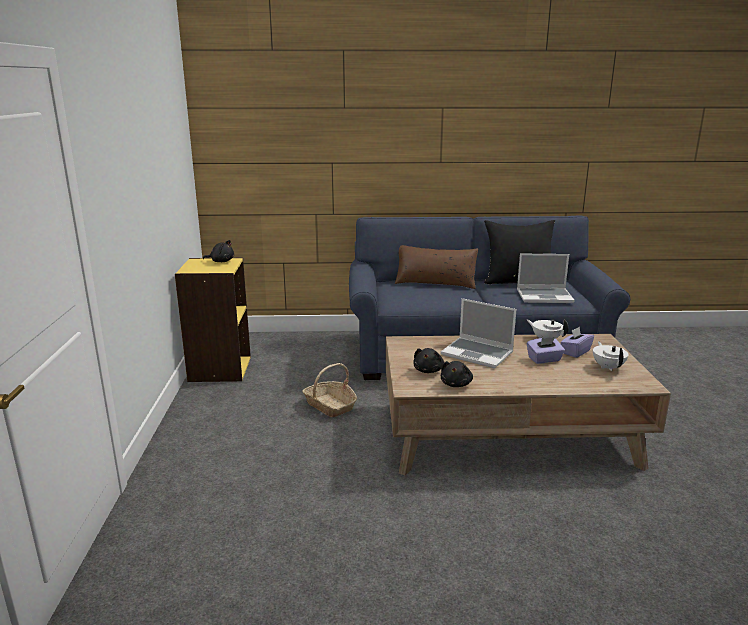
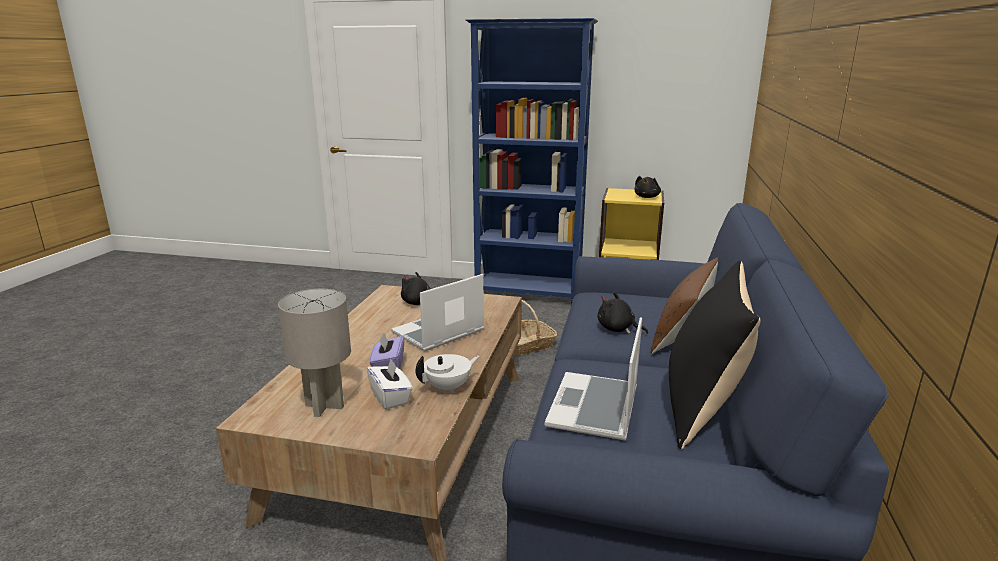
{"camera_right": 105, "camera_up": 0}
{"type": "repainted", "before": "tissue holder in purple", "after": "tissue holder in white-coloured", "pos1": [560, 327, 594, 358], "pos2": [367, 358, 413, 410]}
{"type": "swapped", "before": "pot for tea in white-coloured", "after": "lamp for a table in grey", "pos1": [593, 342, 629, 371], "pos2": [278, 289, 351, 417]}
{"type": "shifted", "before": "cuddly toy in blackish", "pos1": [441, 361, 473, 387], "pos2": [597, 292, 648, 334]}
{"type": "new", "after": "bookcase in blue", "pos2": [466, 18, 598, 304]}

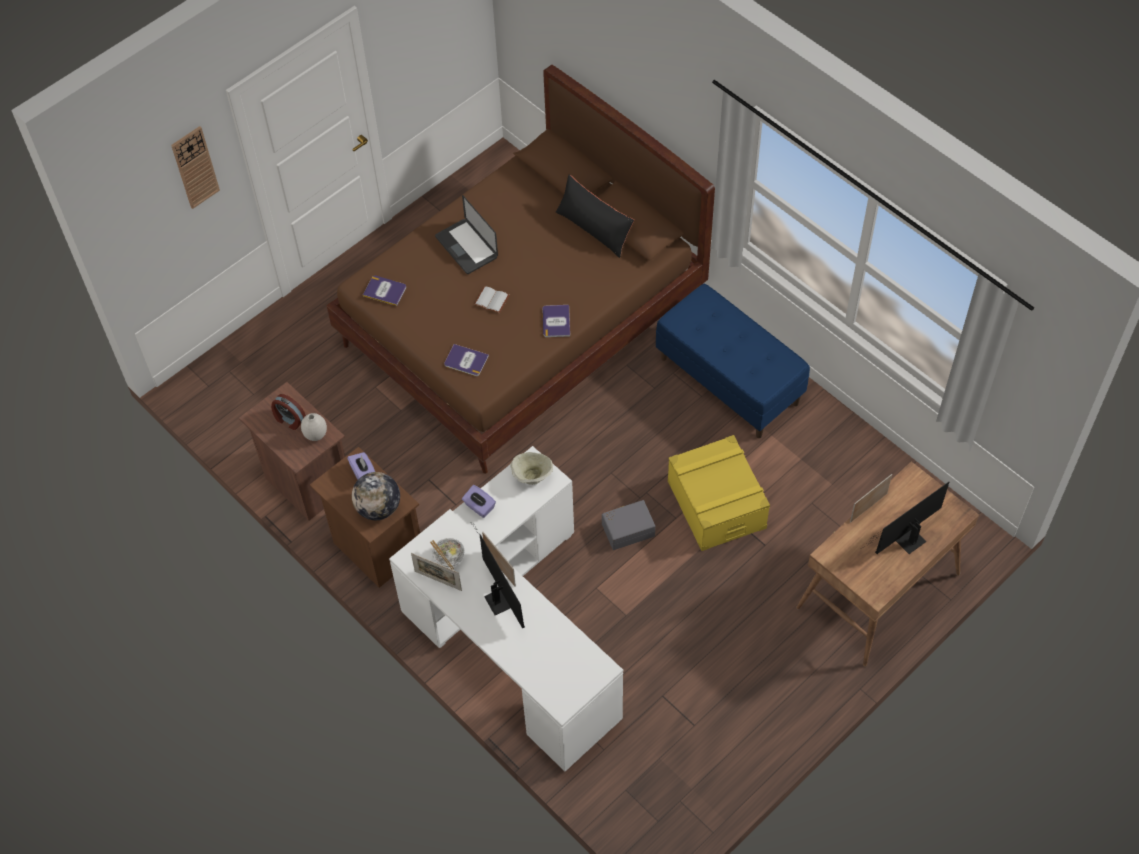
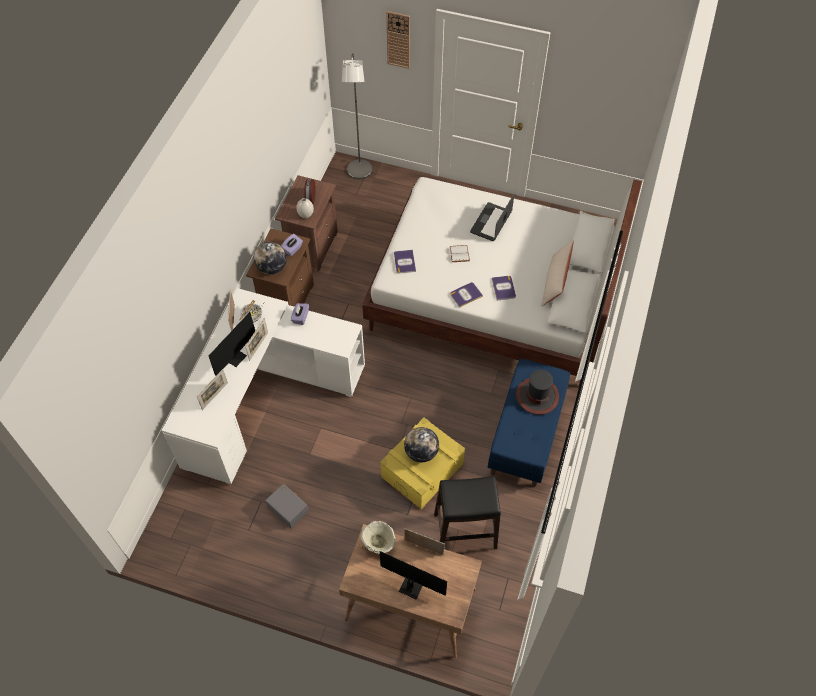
{"camera_right": 60, "camera_up": 0}
{"type": "repainted", "before": "bedroom bed in brown-coloured", "after": "bedroom bed in white-coloured", "pos1": [326, 65, 715, 474], "pos2": [362, 177, 642, 386]}
{"type": "repainted", "before": "cushion in blackish", "after": "cushion in beige-coloured", "pos1": [556, 174, 634, 258], "pos2": [541, 240, 574, 307]}
{"type": "shifted", "before": "book", "pos1": [363, 276, 406, 306], "pos2": [492, 276, 516, 300]}
{"type": "shifted", "before": "bowl in beige-coloured", "pos1": [510, 452, 553, 485], "pos2": [360, 521, 396, 554]}
{"type": "shifted", "before": "storage bin in grey", "pos1": [602, 500, 655, 550], "pos2": [265, 484, 309, 528]}
{"type": "new", "after": "standard lamp in grey", "pos2": [342, 53, 372, 179]}
{"type": "new", "after": "picture frame", "pos2": [197, 369, 228, 410]}
{"type": "new", "after": "wearable hat", "pos2": [516, 370, 559, 415]}
{"type": "new", "after": "world globe", "pos2": [404, 427, 439, 462]}
{"type": "new", "after": "stool in blackish", "pos2": [434, 476, 501, 549]}

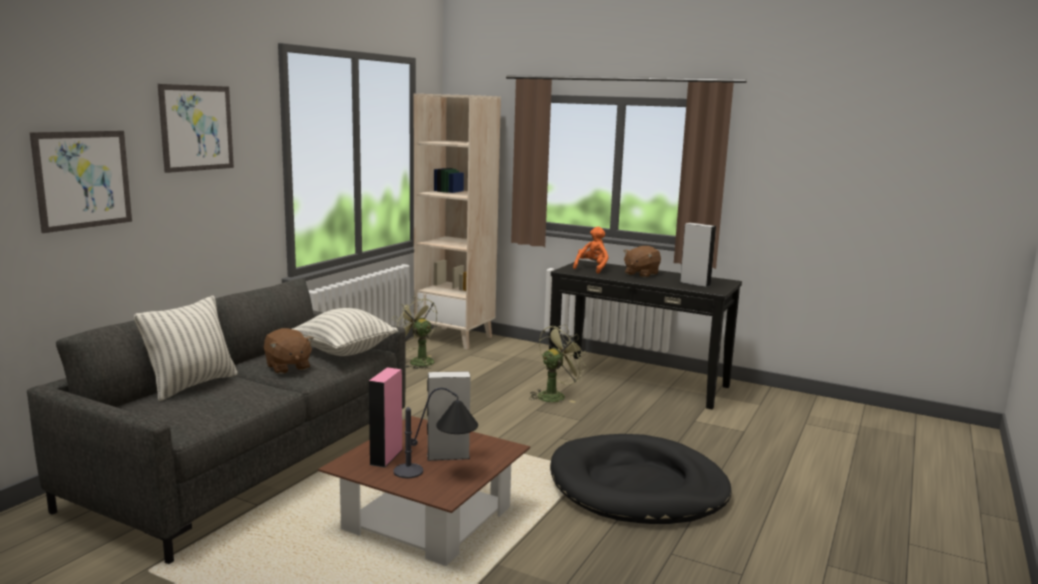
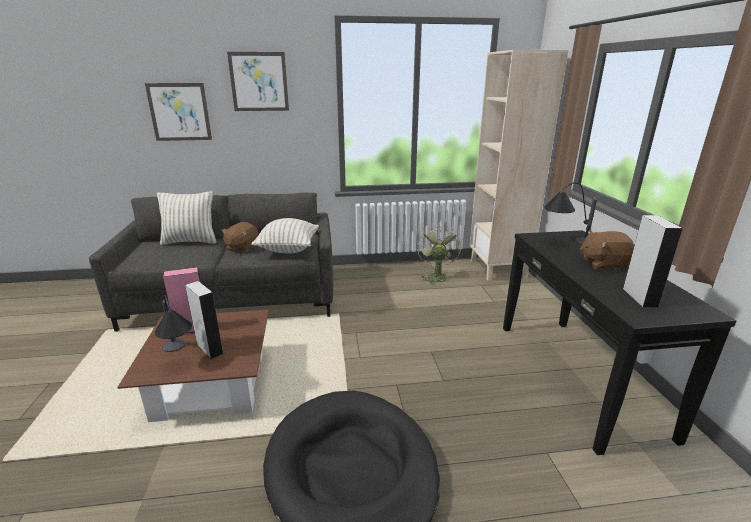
{"camera_right": 55, "camera_up": 10}
{"type": "swapped", "before": "cuddly toy in orange", "after": "lamp for a table", "pos1": [573, 227, 609, 273], "pos2": [544, 182, 597, 245]}
{"type": "gone", "before": "electric fan in green", "pos1": [530, 324, 588, 403]}

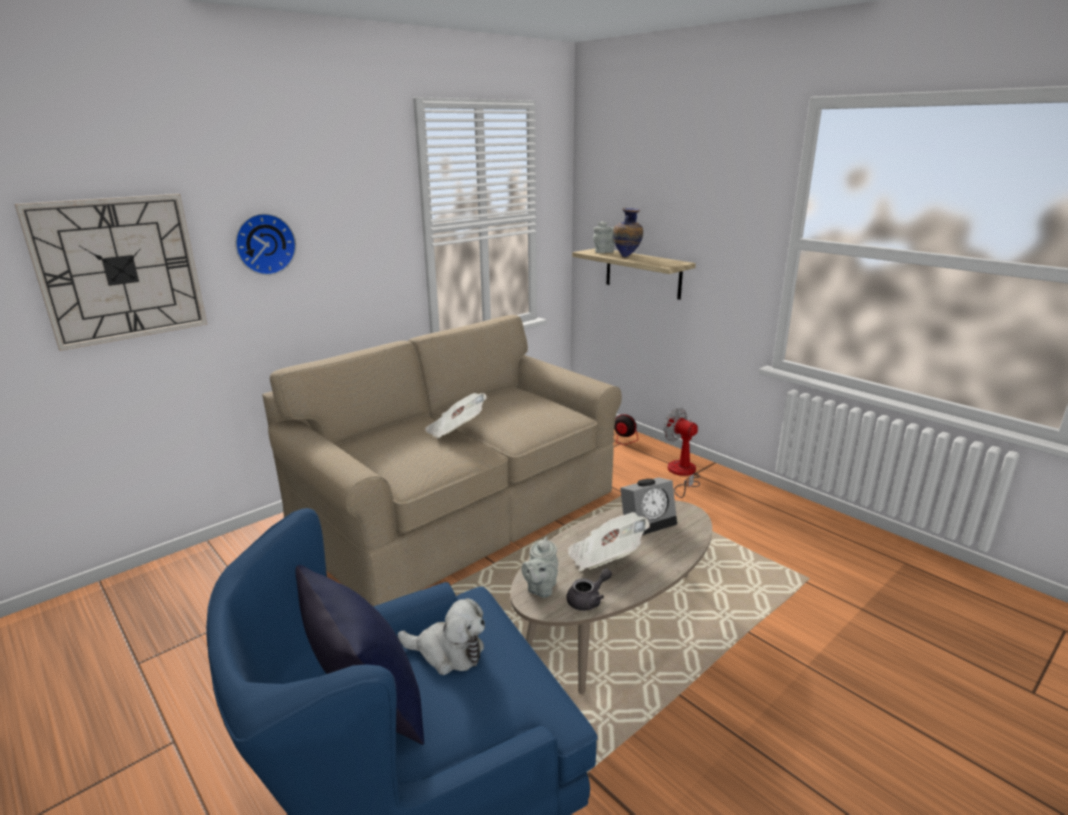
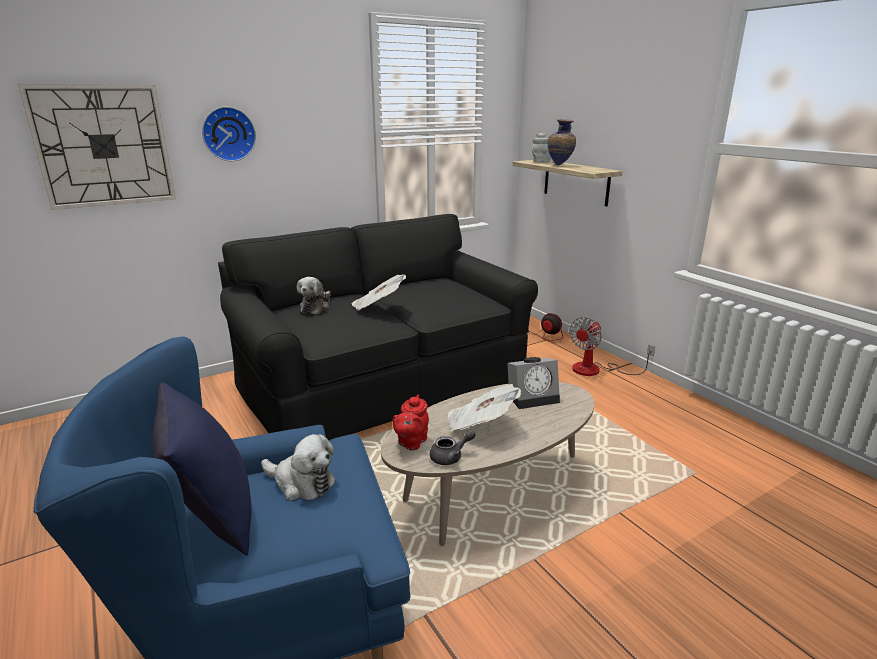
{"camera_right": 10, "camera_up": 0}
{"type": "repainted", "before": "couch in beige-coloured", "after": "couch in blackish", "pos1": [262, 315, 622, 606], "pos2": [218, 214, 538, 441]}
{"type": "rotated", "before": "electric fan", "pos1": [663, 408, 700, 498], "pos2": [569, 317, 655, 376], "turn": -105}
{"type": "repainted", "before": "pot for tea in grey", "after": "pot for tea in reddish", "pos1": [521, 537, 558, 598], "pos2": [393, 394, 429, 450]}
{"type": "new", "after": "cuddly toy", "pos2": [297, 277, 331, 314]}

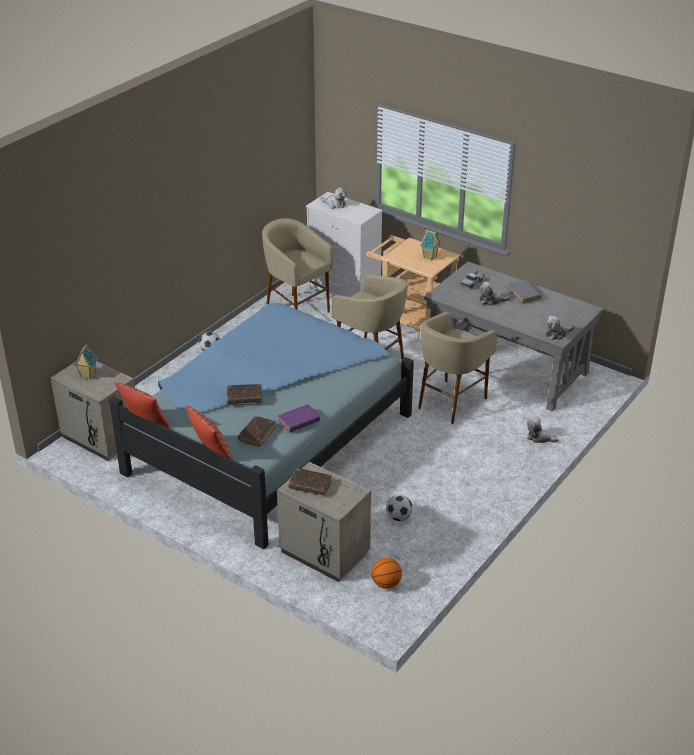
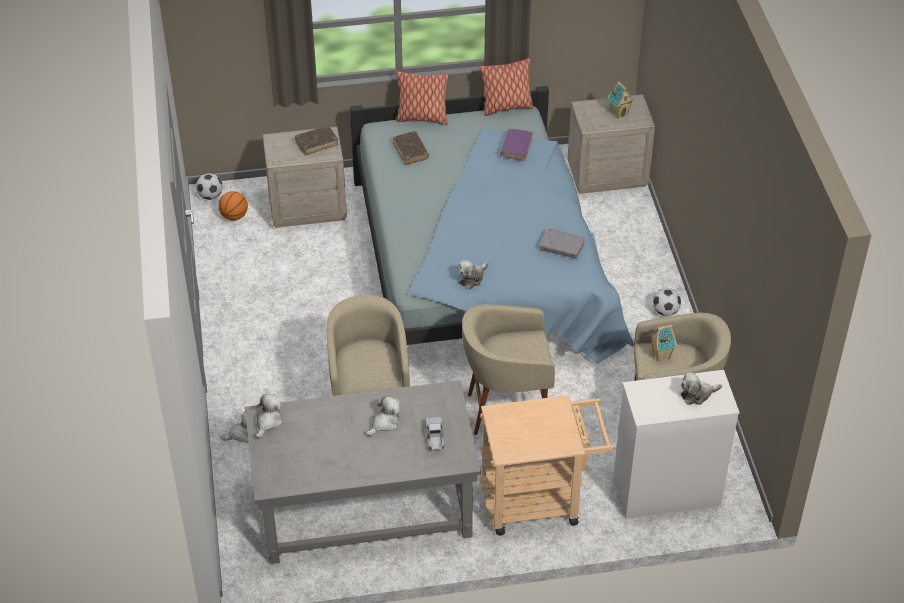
{"camera_right": 135, "camera_up": 10}
{"type": "shifted", "before": "model house", "pos1": [420, 230, 441, 260], "pos2": [649, 324, 677, 361]}
{"type": "shifted", "before": "book in grey", "pos1": [508, 280, 541, 304], "pos2": [540, 228, 585, 259]}
{"type": "gone", "before": "book in brown-coloured", "pos1": [227, 384, 262, 404]}
{"type": "shifted", "before": "book in purple", "pos1": [278, 404, 320, 432], "pos2": [500, 129, 533, 161]}
{"type": "shifted", "before": "ball for football", "pos1": [386, 495, 412, 521], "pos2": [196, 173, 223, 200]}
{"type": "new", "after": "cuddly toy", "pos2": [458, 260, 489, 289]}

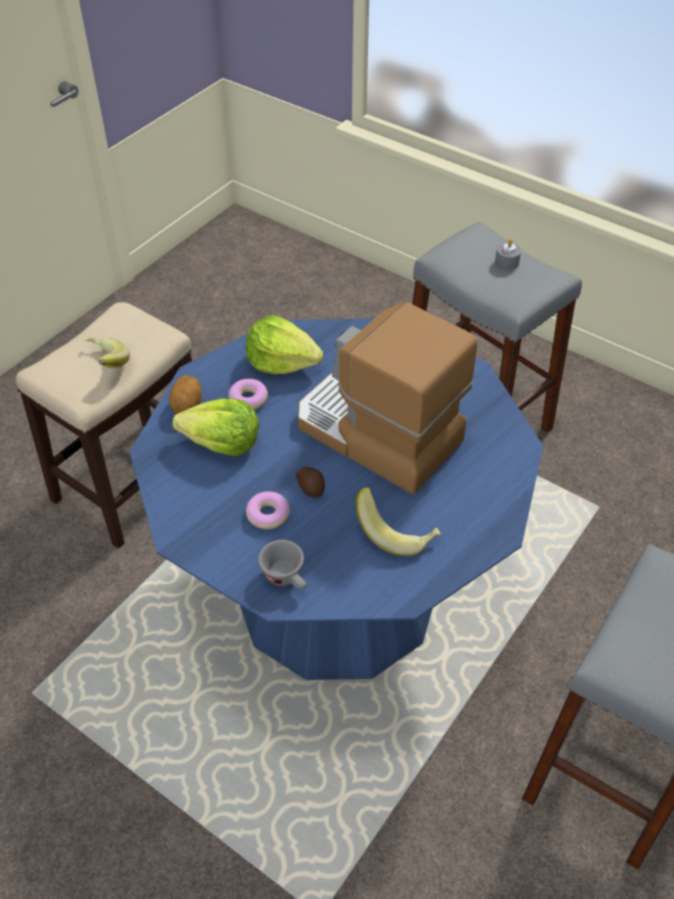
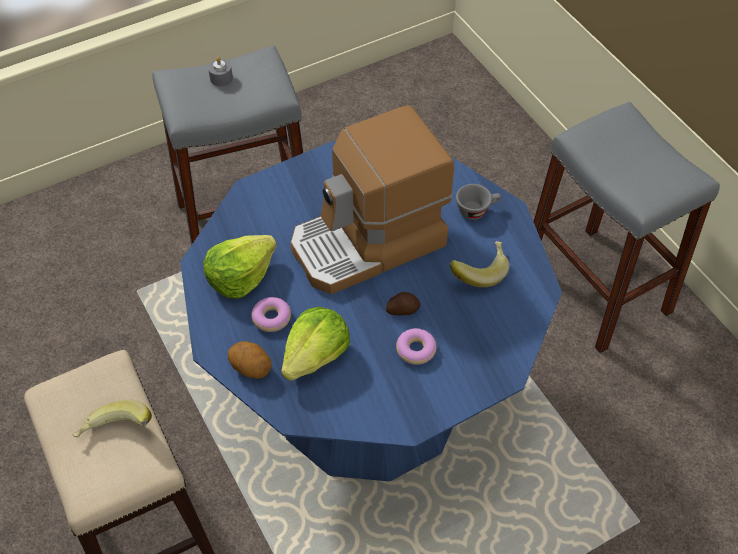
{"camera_right": -65, "camera_up": 5}
{"type": "shifted", "before": "cup in grey", "pos1": [258, 540, 307, 589], "pos2": [456, 184, 501, 220]}

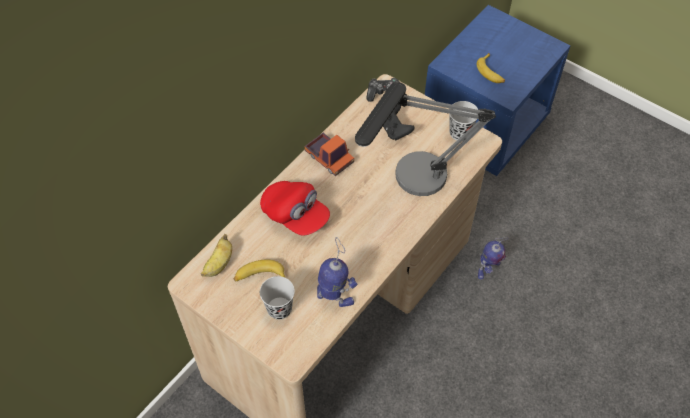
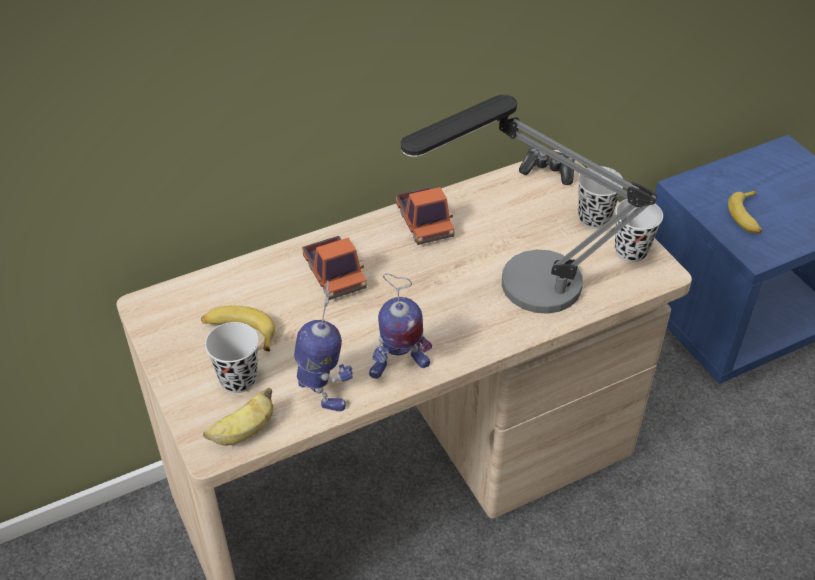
{"camera_right": 25, "camera_up": -10}
{"type": "gone", "before": "gamepad in blackish", "pos1": [383, 105, 414, 141]}
{"type": "swapped", "before": "baseball cap in reddish", "after": "toy truck", "pos1": [260, 181, 330, 236], "pos2": [302, 236, 367, 300]}
{"type": "shifted", "before": "banana fruit", "pos1": [201, 234, 232, 277], "pos2": [203, 387, 273, 445]}
{"type": "shifted", "before": "model robot", "pos1": [478, 237, 508, 279], "pos2": [369, 274, 432, 379]}
{"type": "new", "after": "cup in blackish", "pos2": [578, 166, 623, 229]}

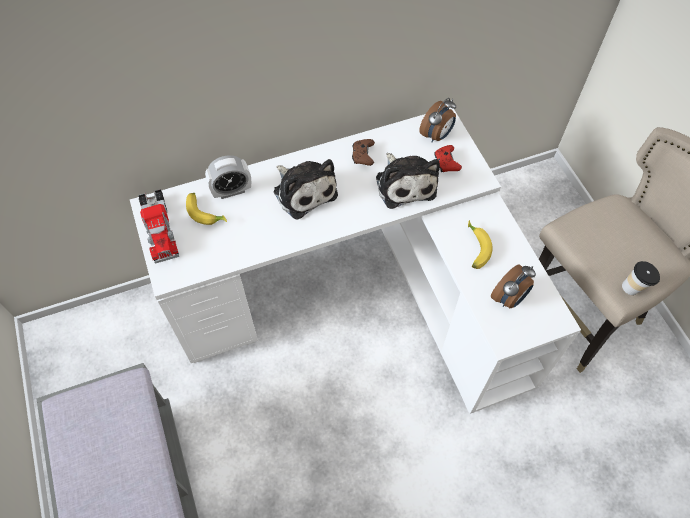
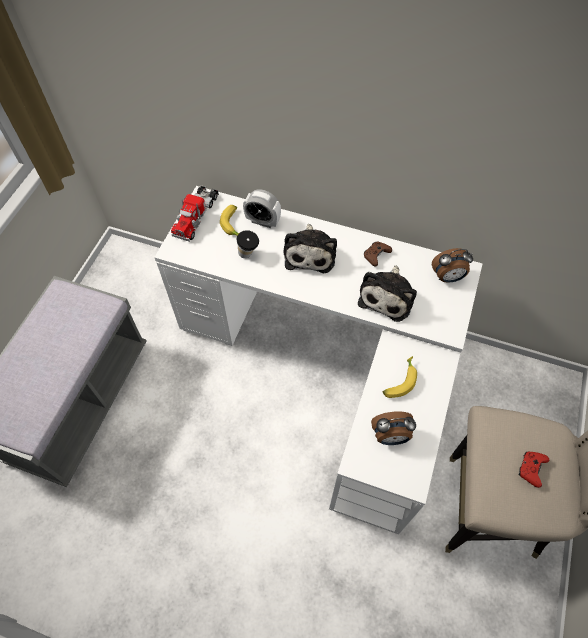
{"camera_right": 40, "camera_up": 0}
{"type": "shifted", "before": "gamepad in reddish", "pos1": [434, 145, 462, 172], "pos2": [518, 452, 550, 488]}
{"type": "shifted", "before": "cup", "pos1": [622, 261, 660, 295], "pos2": [237, 230, 259, 258]}

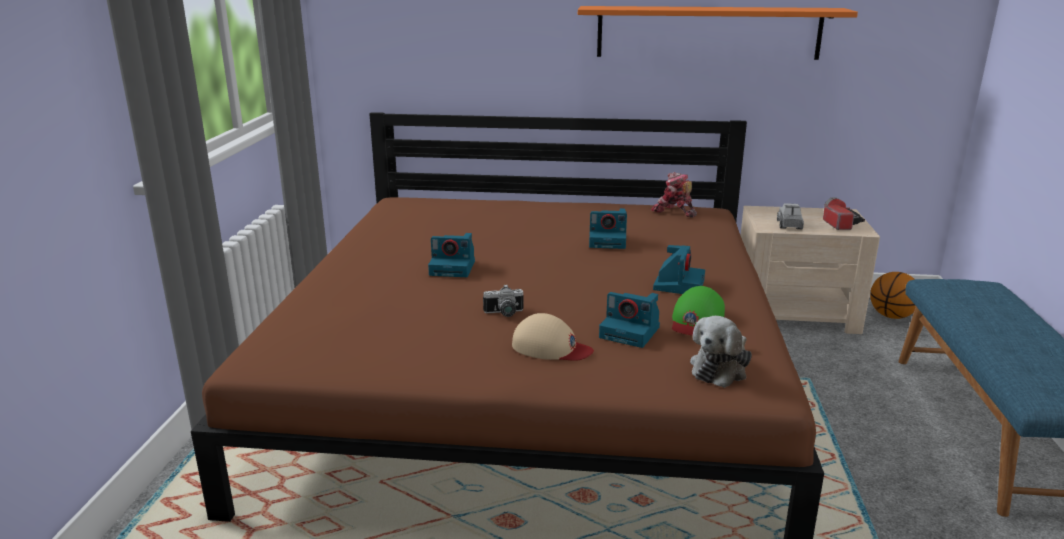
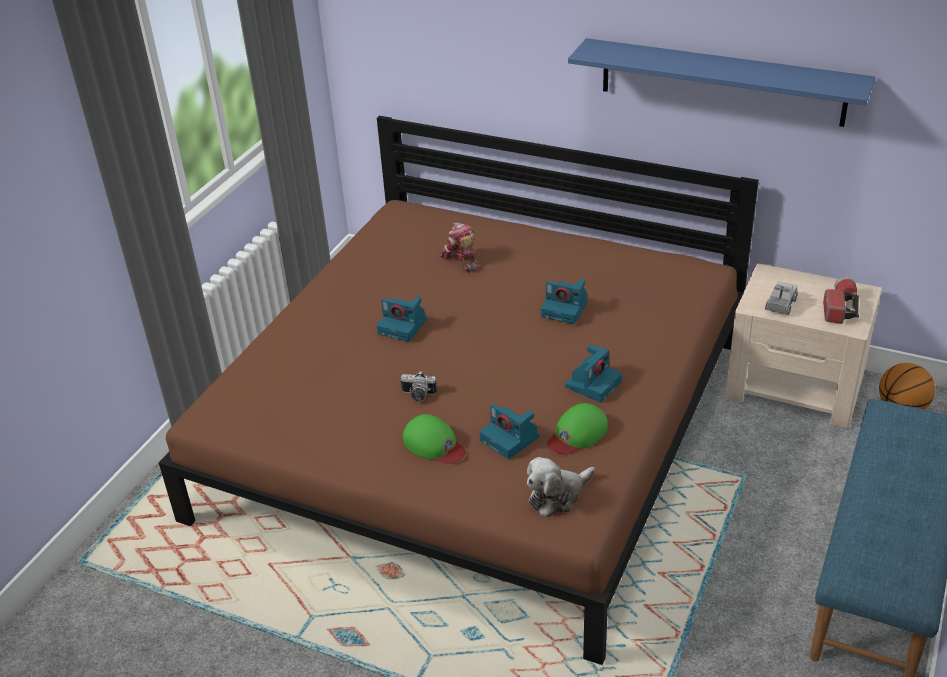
{"camera_right": 20, "camera_up": 15}
{"type": "repainted", "before": "shelf in orange", "after": "shelf in blue", "pos1": [578, 6, 858, 60], "pos2": [568, 38, 876, 127]}
{"type": "shifted", "before": "model robot", "pos1": [651, 172, 697, 218], "pos2": [440, 222, 479, 273]}
{"type": "repainted", "before": "baseball cap in beige-coloured", "after": "baseball cap in green", "pos1": [512, 313, 594, 361], "pos2": [403, 414, 466, 464]}

